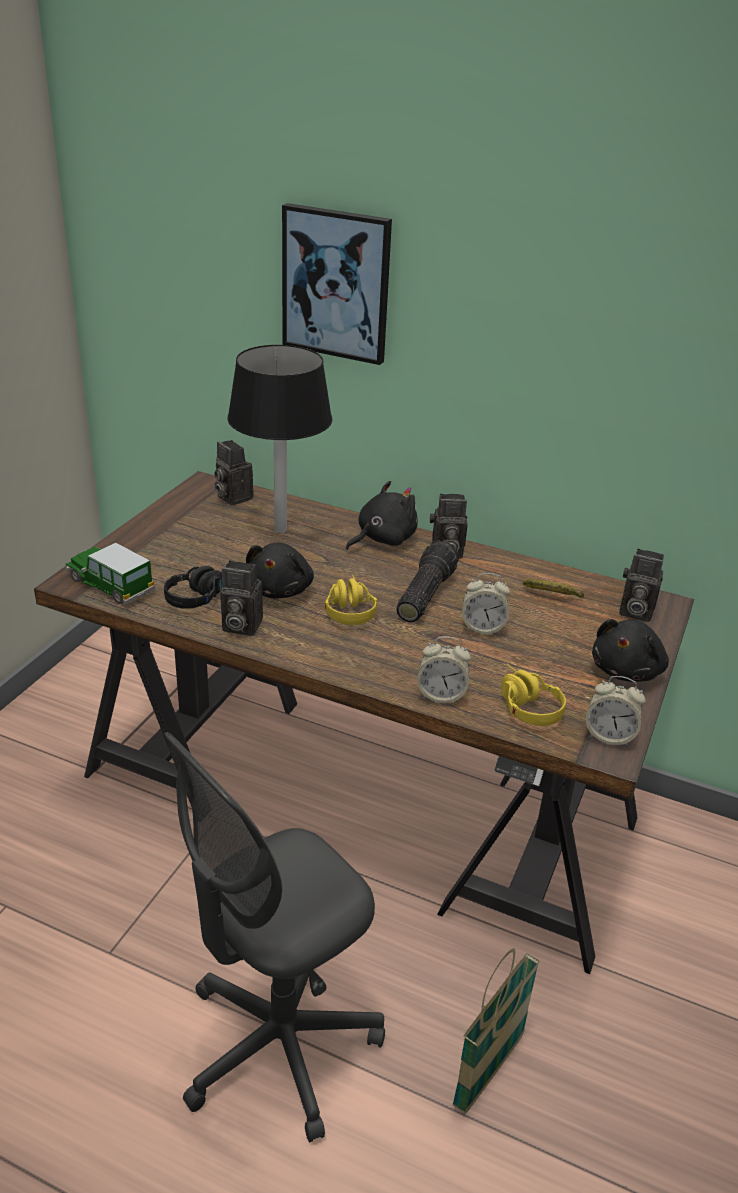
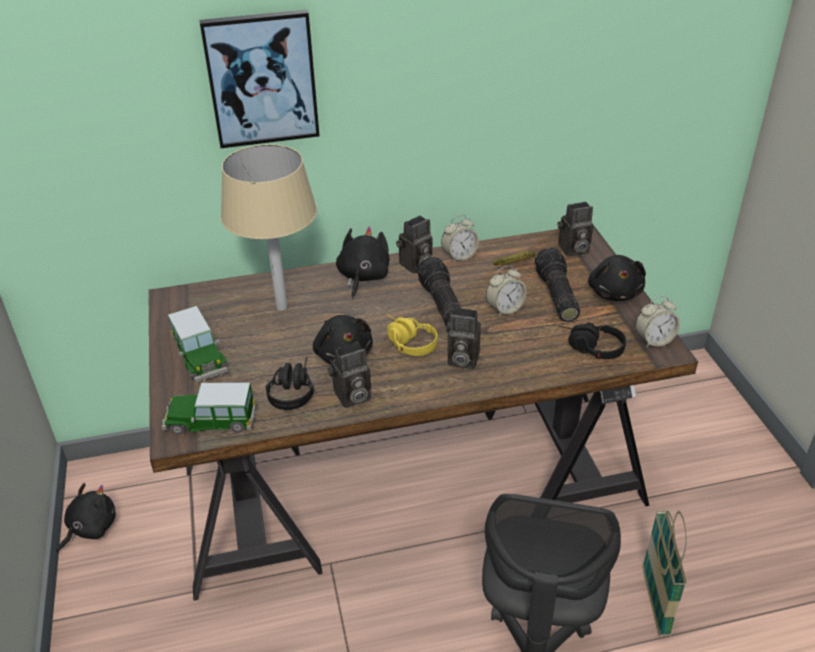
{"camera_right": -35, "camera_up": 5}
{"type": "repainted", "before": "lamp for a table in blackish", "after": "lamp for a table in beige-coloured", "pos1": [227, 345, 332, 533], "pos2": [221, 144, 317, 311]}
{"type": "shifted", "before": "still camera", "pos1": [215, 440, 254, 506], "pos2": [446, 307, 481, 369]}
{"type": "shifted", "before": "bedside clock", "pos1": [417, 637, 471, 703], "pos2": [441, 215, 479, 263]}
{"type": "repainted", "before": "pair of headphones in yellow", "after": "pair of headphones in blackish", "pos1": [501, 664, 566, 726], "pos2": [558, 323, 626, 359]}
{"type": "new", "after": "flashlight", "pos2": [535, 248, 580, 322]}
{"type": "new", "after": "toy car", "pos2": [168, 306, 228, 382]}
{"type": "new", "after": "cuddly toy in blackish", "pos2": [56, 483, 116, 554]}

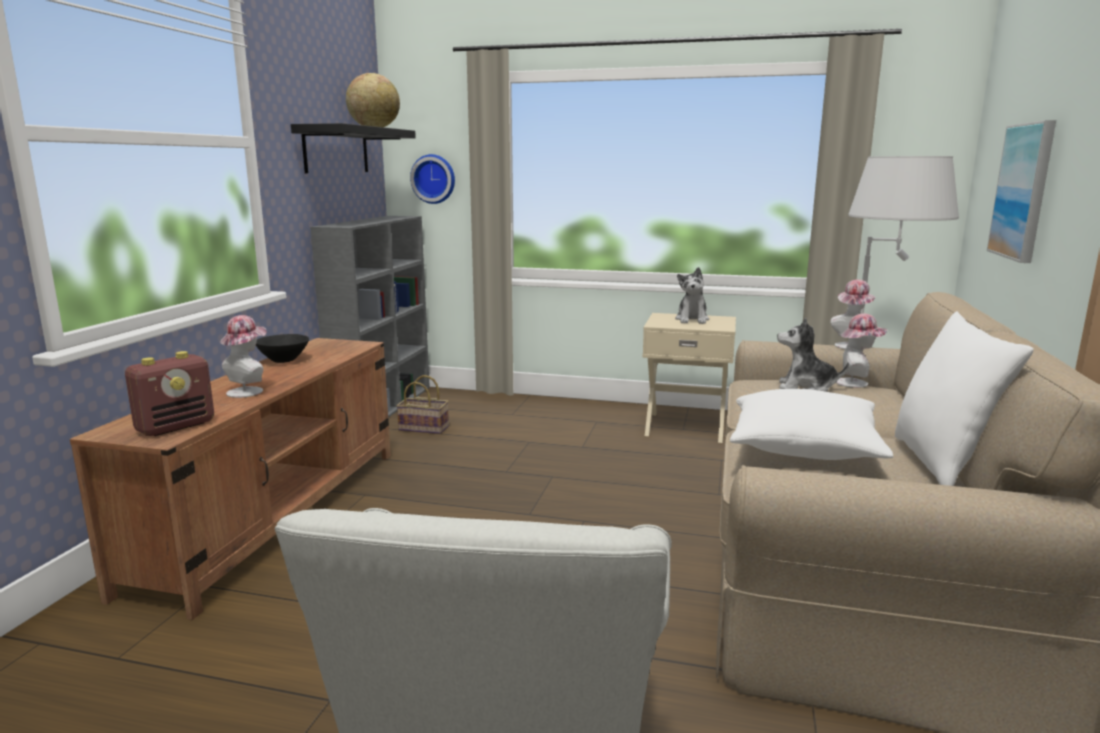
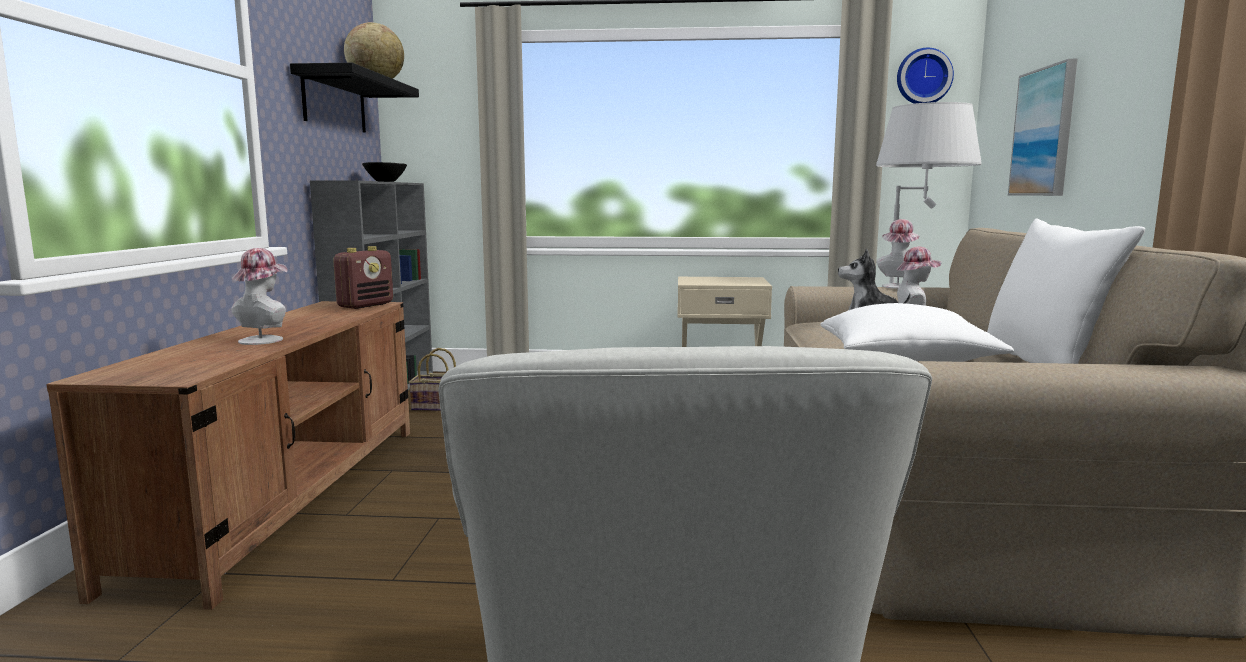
{"camera_right": -10, "camera_up": -5}
{"type": "shifted", "before": "wall clock", "pos1": [410, 154, 455, 204], "pos2": [897, 48, 954, 103]}
{"type": "gone", "before": "cuddly toy", "pos1": [675, 267, 709, 324]}
{"type": "shifted", "before": "bowl in blackish", "pos1": [256, 334, 309, 363], "pos2": [362, 162, 407, 182]}
{"type": "shifted", "before": "radio set", "pos1": [125, 351, 214, 436], "pos2": [333, 246, 393, 309]}

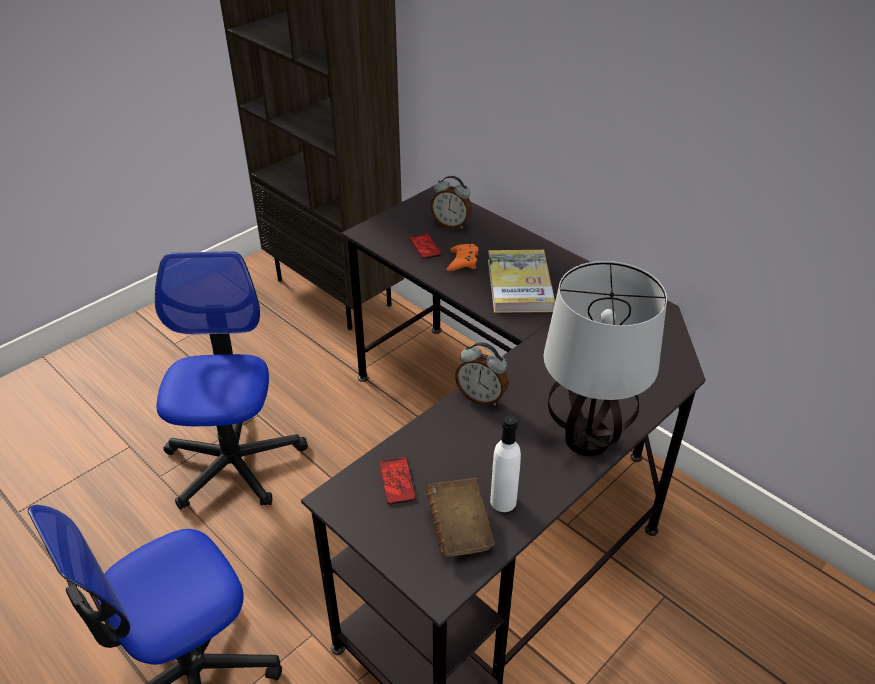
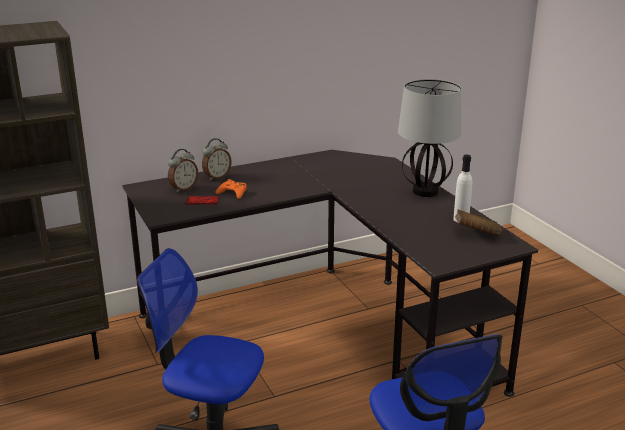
{"camera_right": -70, "camera_up": -15}
{"type": "gone", "before": "book", "pos1": [488, 250, 555, 313]}
{"type": "shifted", "before": "bedside clock", "pos1": [455, 342, 509, 406], "pos2": [202, 138, 232, 180]}
{"type": "gone", "before": "phone", "pos1": [379, 456, 416, 505]}

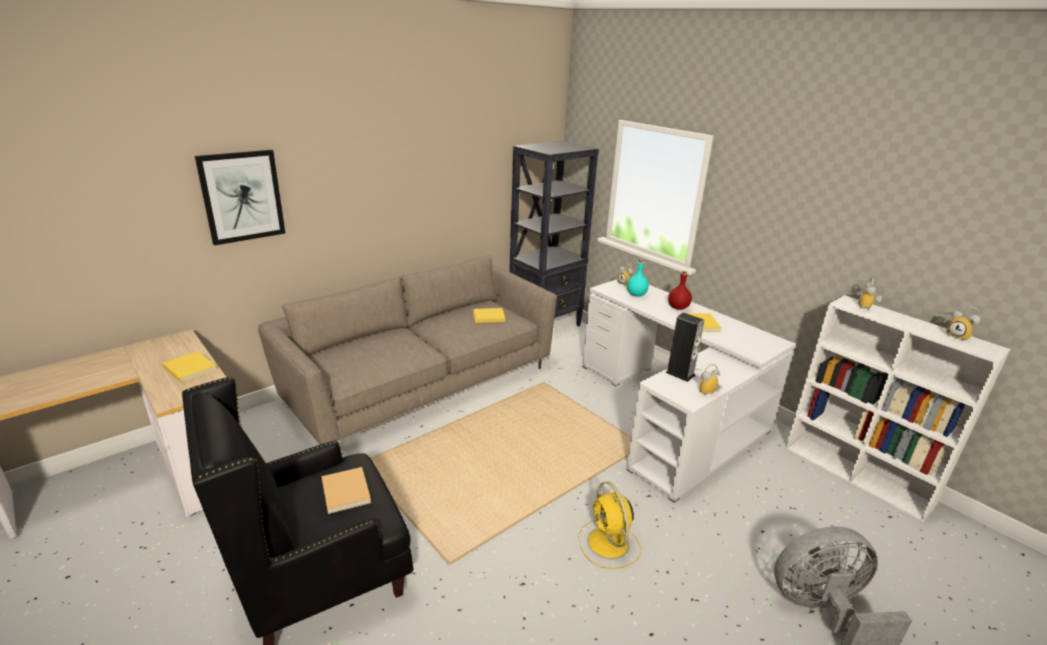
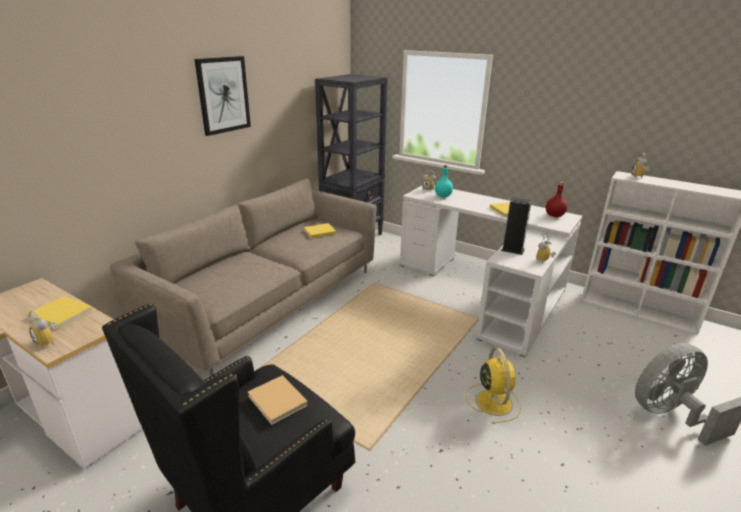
{"camera_right": -15, "camera_up": 0}
{"type": "shifted", "before": "wall picture", "pos1": [195, 150, 285, 246], "pos2": [195, 56, 251, 136]}
{"type": "shifted", "before": "bottle in reddish", "pos1": [668, 271, 692, 310], "pos2": [546, 182, 567, 217]}
{"type": "shifted", "before": "bedside clock", "pos1": [946, 306, 981, 341], "pos2": [28, 310, 58, 347]}
{"type": "rotated", "before": "electric fan in yellow", "pos1": [578, 481, 641, 569], "pos2": [466, 348, 521, 424], "turn": -150}

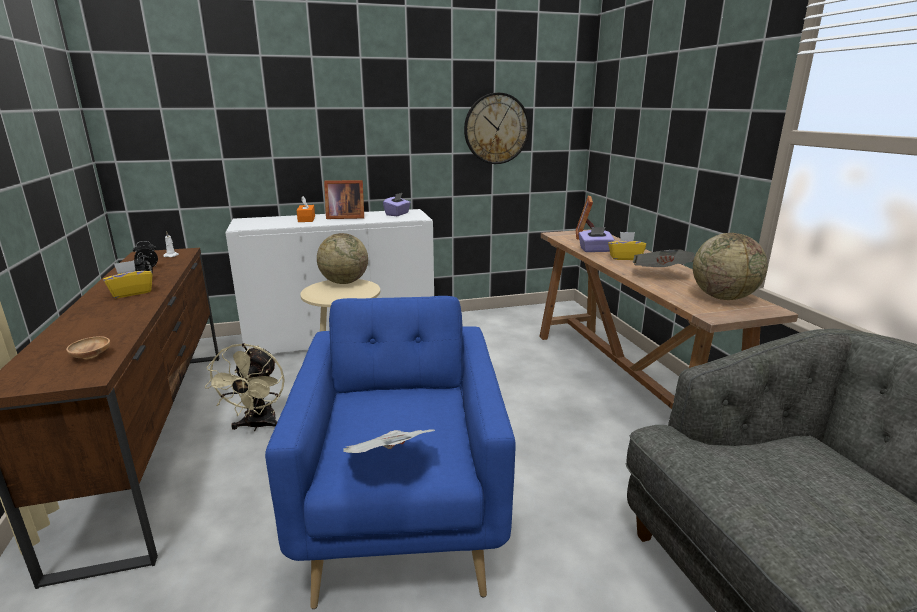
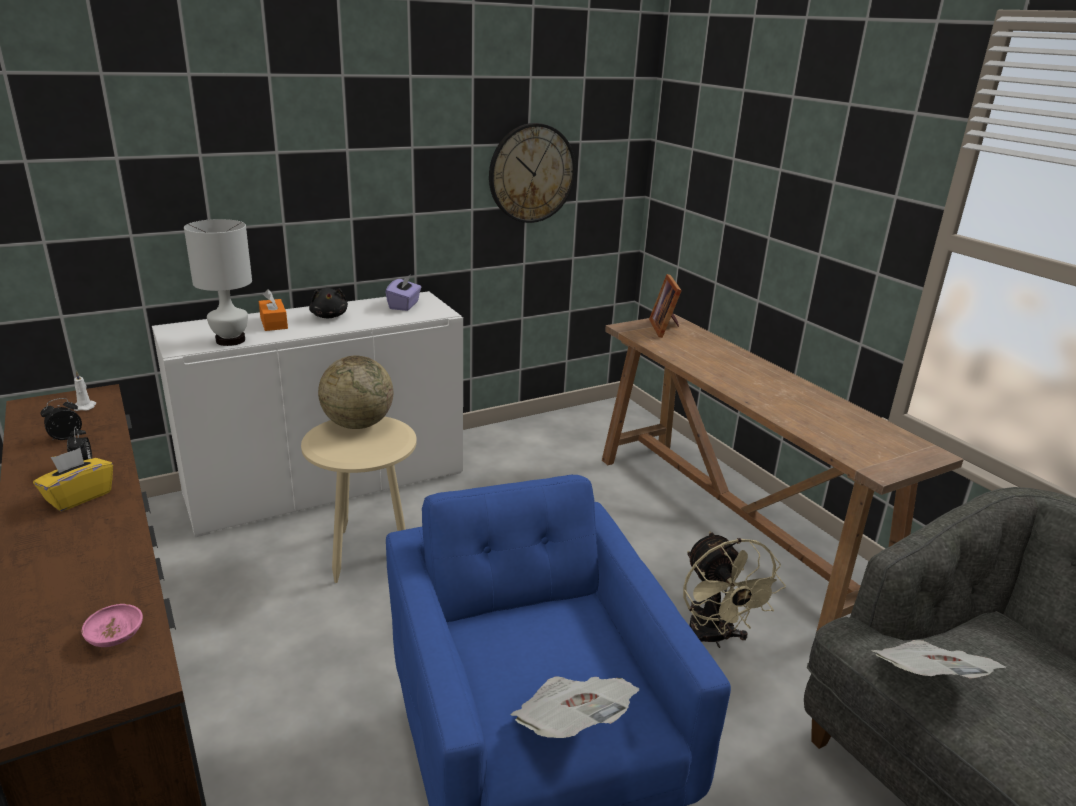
{"camera_right": -15, "camera_up": 5}
{"type": "swapped", "before": "picture frame", "after": "cuddly toy in blackish", "pos1": [324, 180, 364, 219], "pos2": [309, 288, 348, 318]}
{"type": "gone", "before": "tissue holder in purple", "pos1": [579, 227, 615, 252]}
{"type": "gone", "before": "tissue holder in yellow", "pos1": [608, 232, 646, 260]}
{"type": "gone", "before": "world globe", "pos1": [693, 233, 768, 300]}
{"type": "shifted", "before": "daily paper", "pos1": [633, 249, 695, 267], "pos2": [872, 640, 1006, 679]}
{"type": "repainted", "before": "bowl in brown-coloured", "after": "bowl in pinkish", "pos1": [66, 336, 110, 359], "pos2": [82, 604, 143, 647]}
{"type": "shifted", "before": "electric fan in beige-coloured", "pos1": [205, 343, 285, 431], "pos2": [683, 531, 786, 648]}
{"type": "new", "after": "lamp for a table in white-coloured", "pos2": [184, 219, 252, 346]}

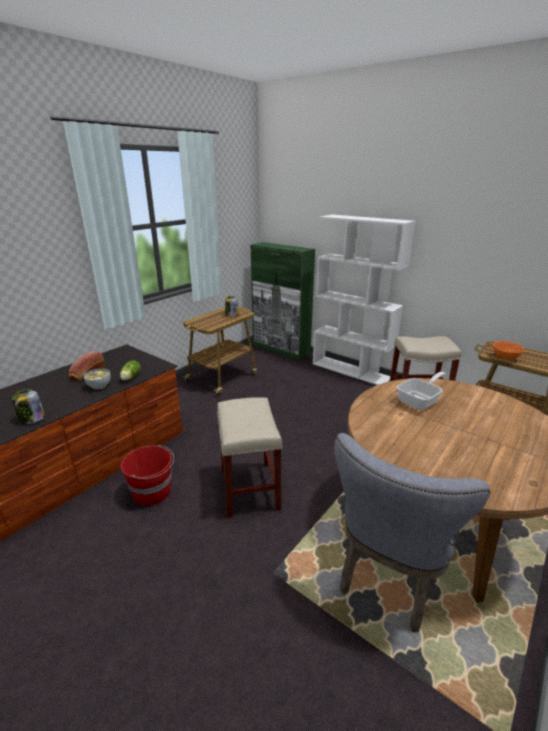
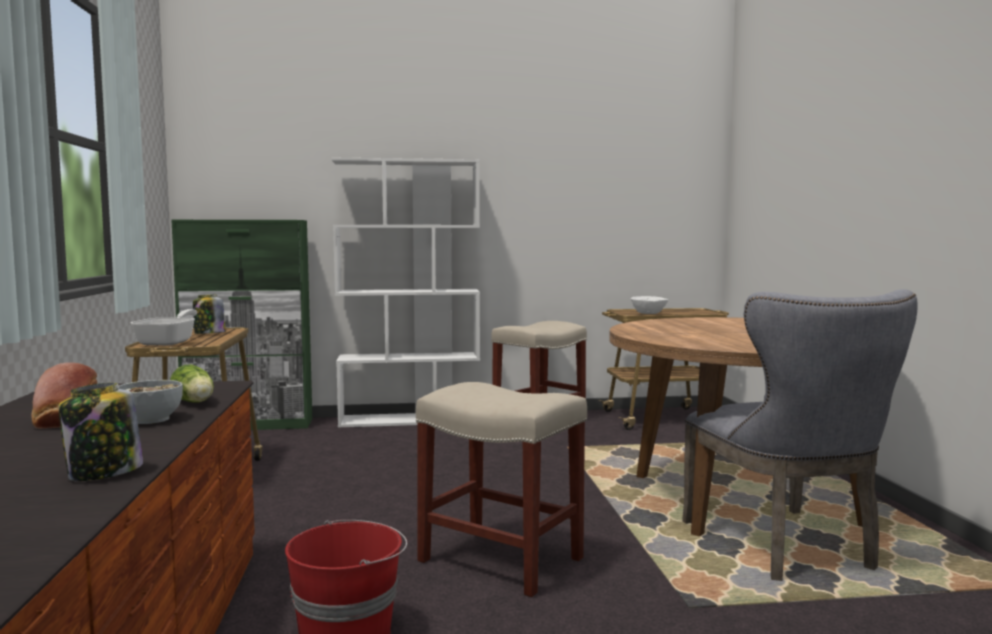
{"camera_right": -45, "camera_up": -20}
{"type": "repainted", "before": "bowl in orange", "after": "bowl in white-coloured", "pos1": [493, 341, 524, 360], "pos2": [631, 296, 668, 314]}
{"type": "shifted", "before": "skillet", "pos1": [397, 372, 446, 410], "pos2": [130, 309, 197, 345]}

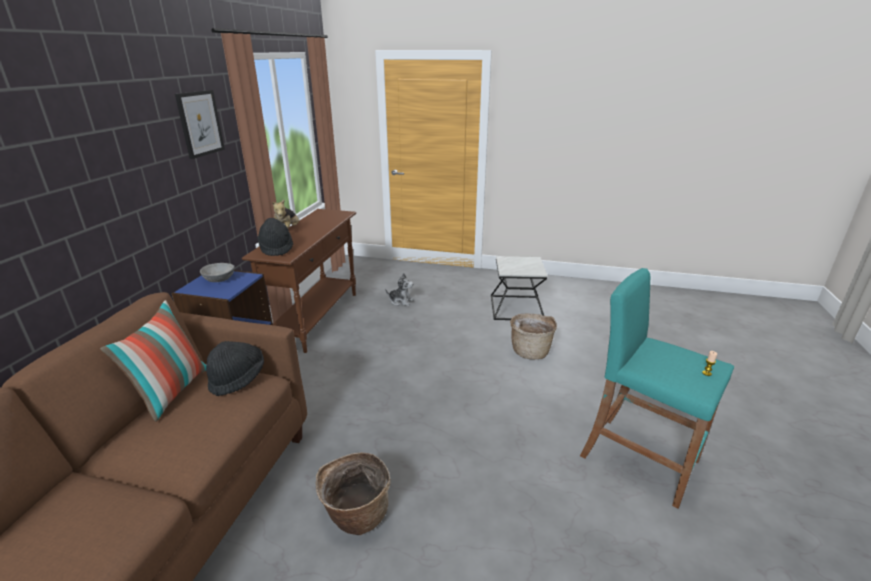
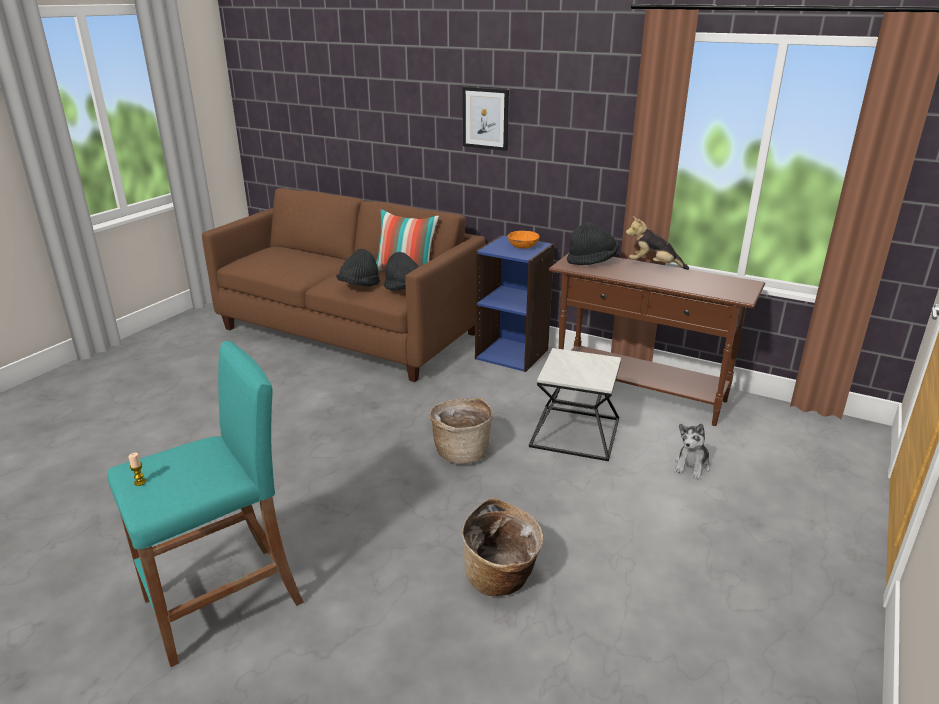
{"camera_right": 105, "camera_up": 0}
{"type": "shifted", "before": "wall picture", "pos1": [175, 90, 225, 159], "pos2": [463, 87, 509, 151]}
{"type": "shifted", "before": "end table", "pos1": [491, 256, 547, 320], "pos2": [529, 348, 621, 461]}
{"type": "repainted", "before": "bowl in grey", "after": "bowl in orange", "pos1": [200, 263, 234, 282], "pos2": [508, 231, 539, 248]}
{"type": "shifted", "before": "storage basket", "pos1": [315, 452, 391, 535], "pos2": [429, 398, 493, 464]}
{"type": "new", "after": "wearable hat in blackish", "pos2": [336, 249, 380, 286]}

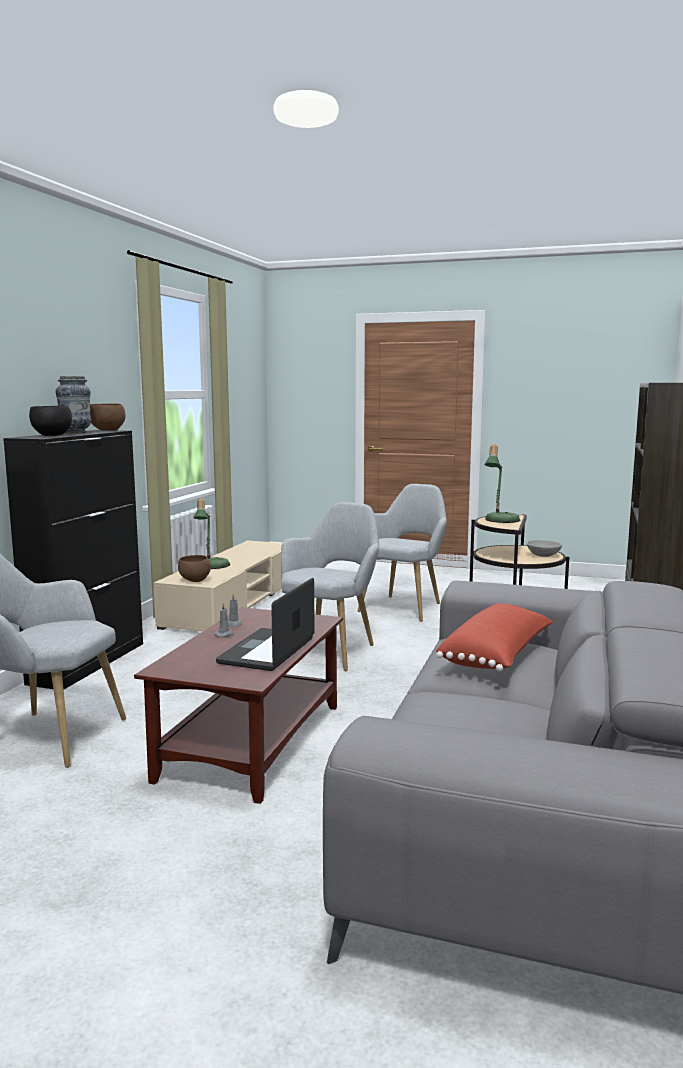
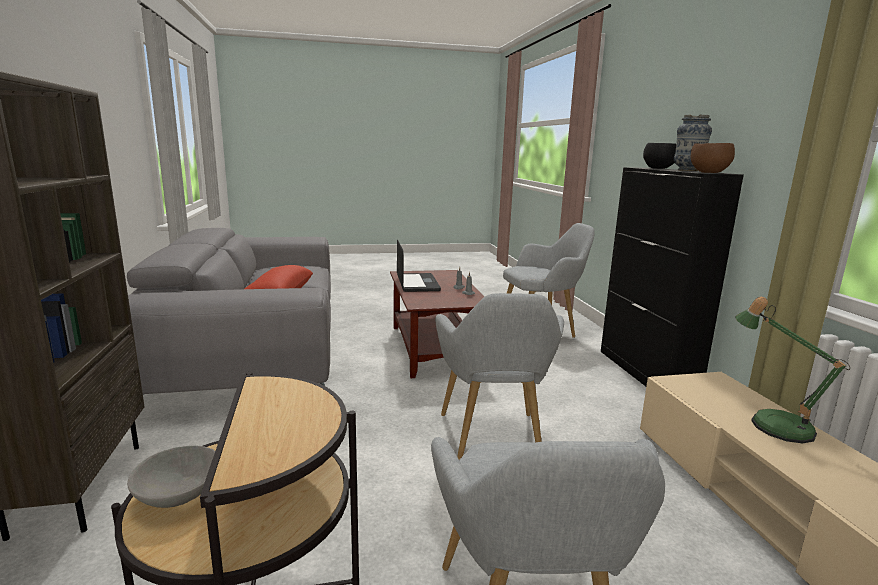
{"camera_right": 150, "camera_up": 5}
{"type": "gone", "before": "lamp for a table", "pos1": [484, 444, 521, 523]}
{"type": "gone", "before": "bowl in brown-coloured", "pos1": [178, 555, 211, 582]}

